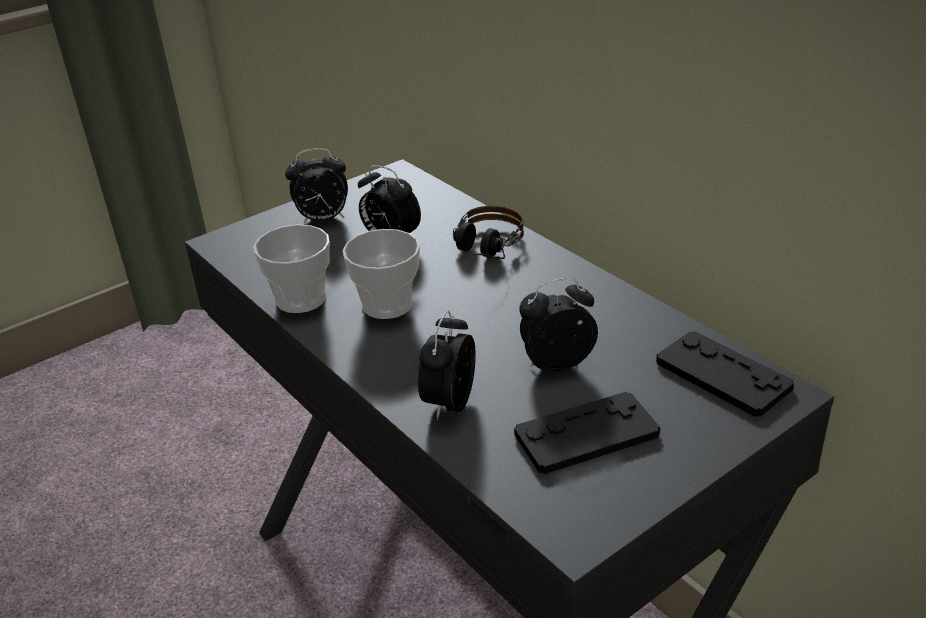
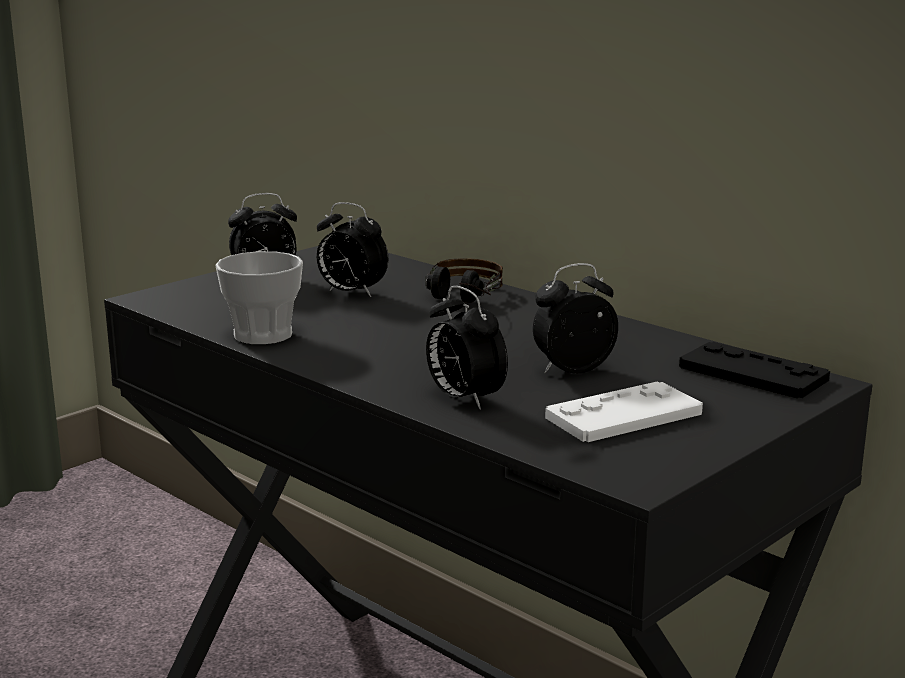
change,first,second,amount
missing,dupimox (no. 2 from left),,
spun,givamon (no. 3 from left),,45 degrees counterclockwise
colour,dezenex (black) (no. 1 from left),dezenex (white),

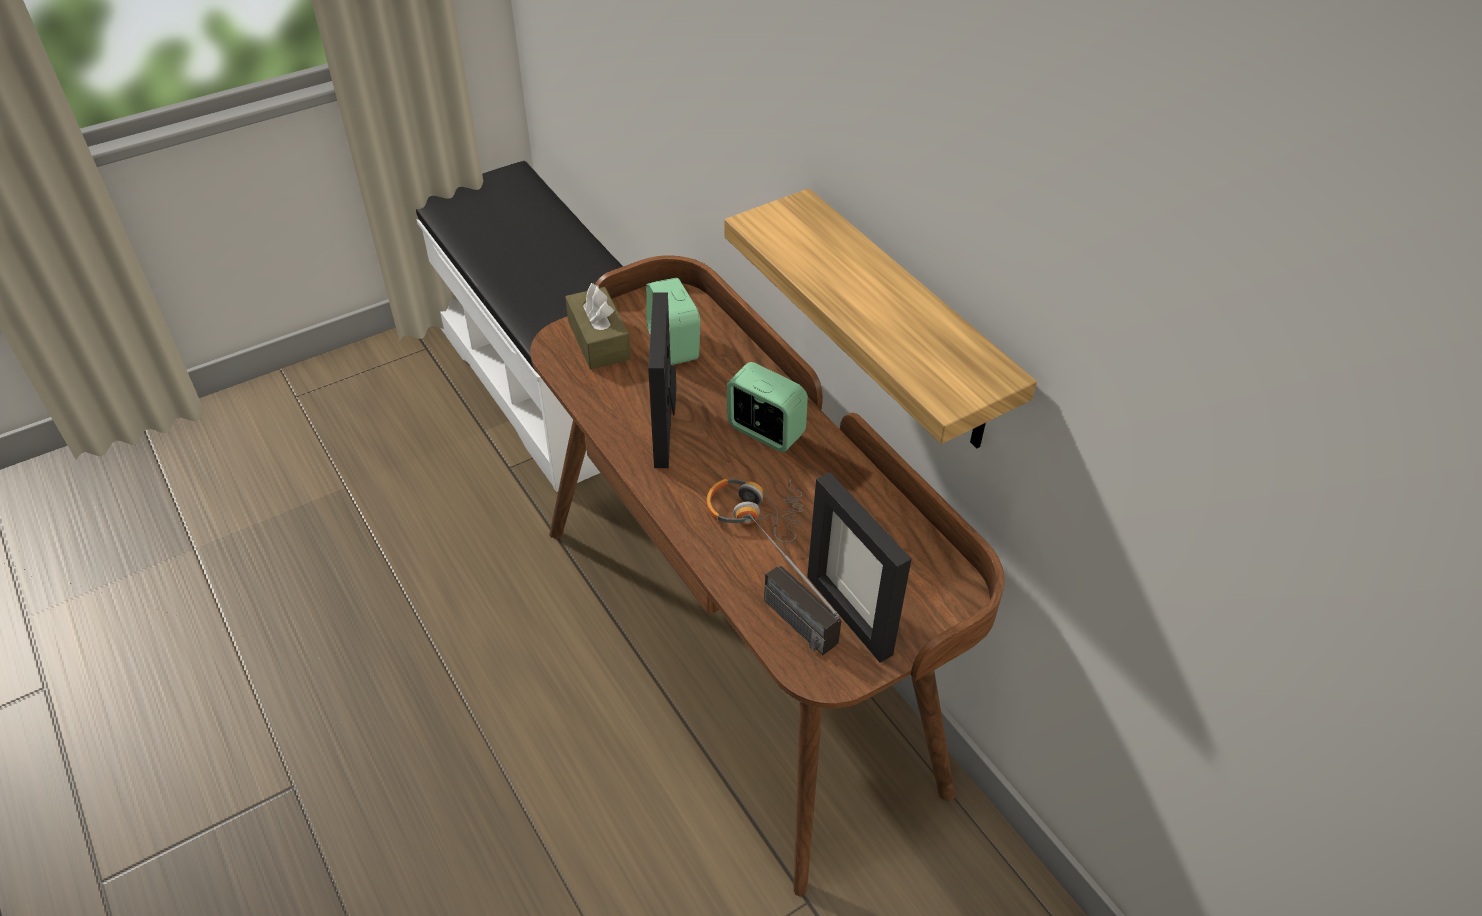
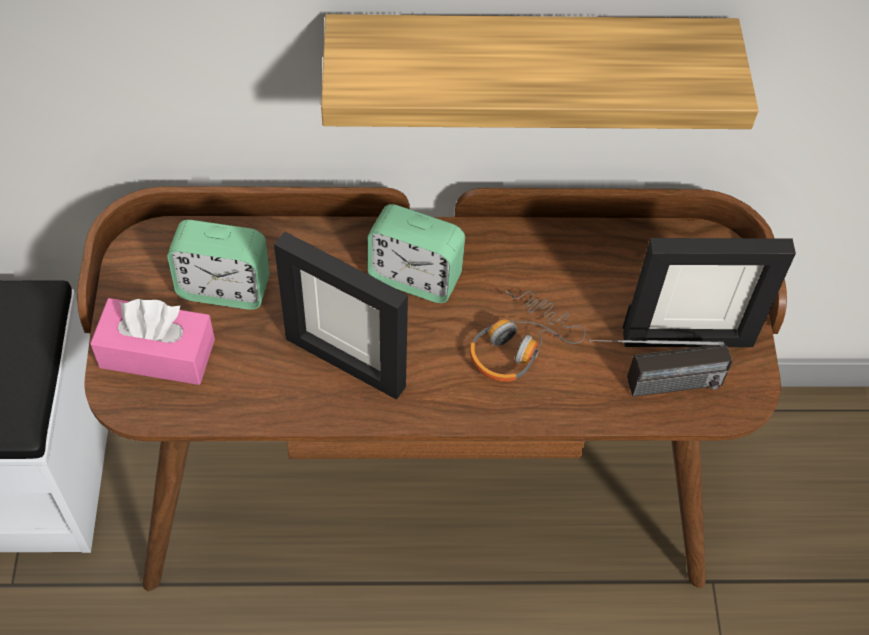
change,first,second,amount
colour,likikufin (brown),likikufin (pink),
spun,givamon (no. 2 from left),,135 degrees counterclockwise

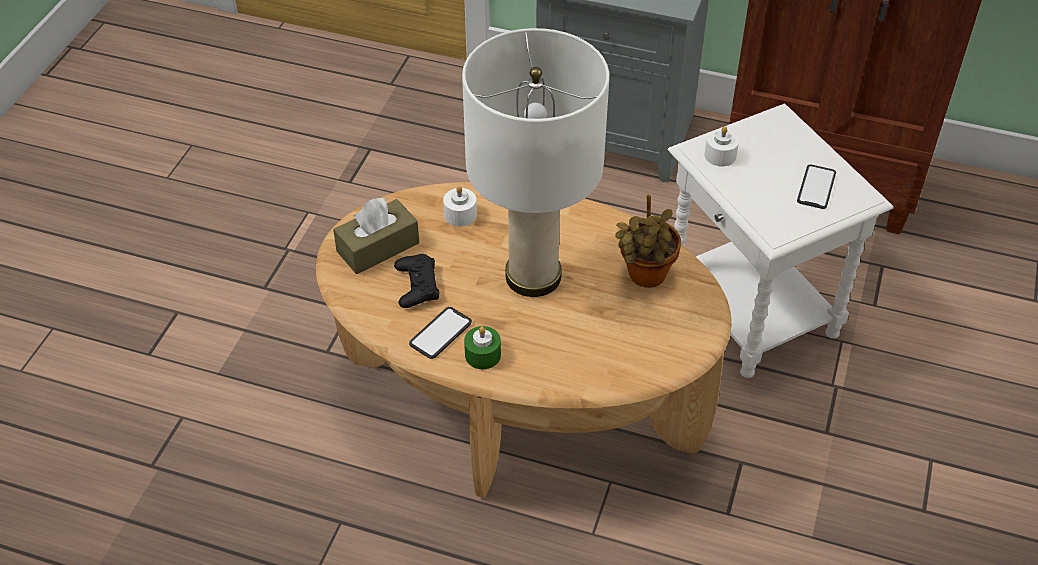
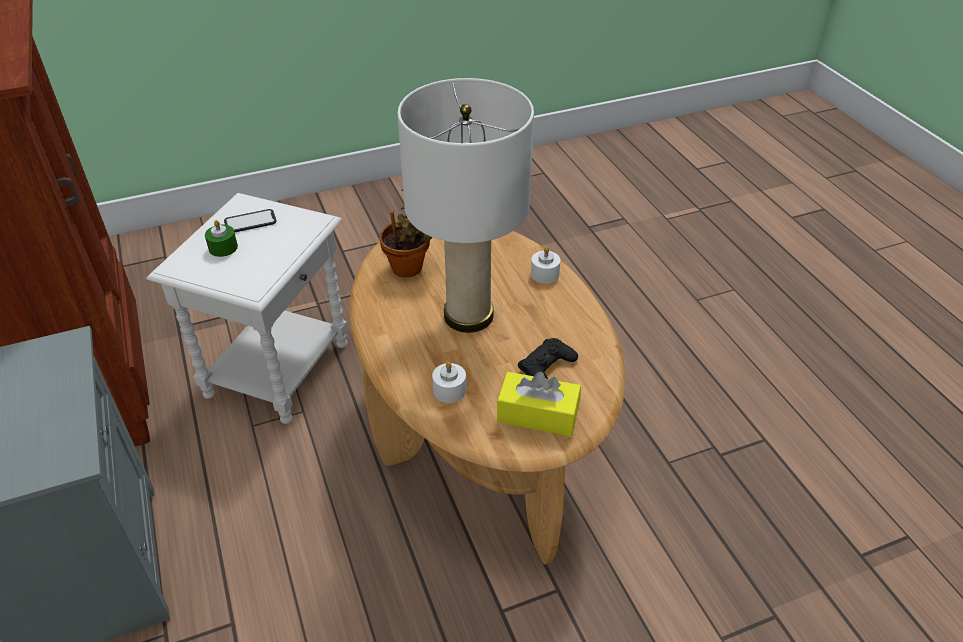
change,first,second,amount
relocated,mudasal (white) (no. 2 from left),,
colour,likikufin (brown),likikufin (yellow),
missing,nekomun (no. 1 from left),,
relocated,mudasal (green),,

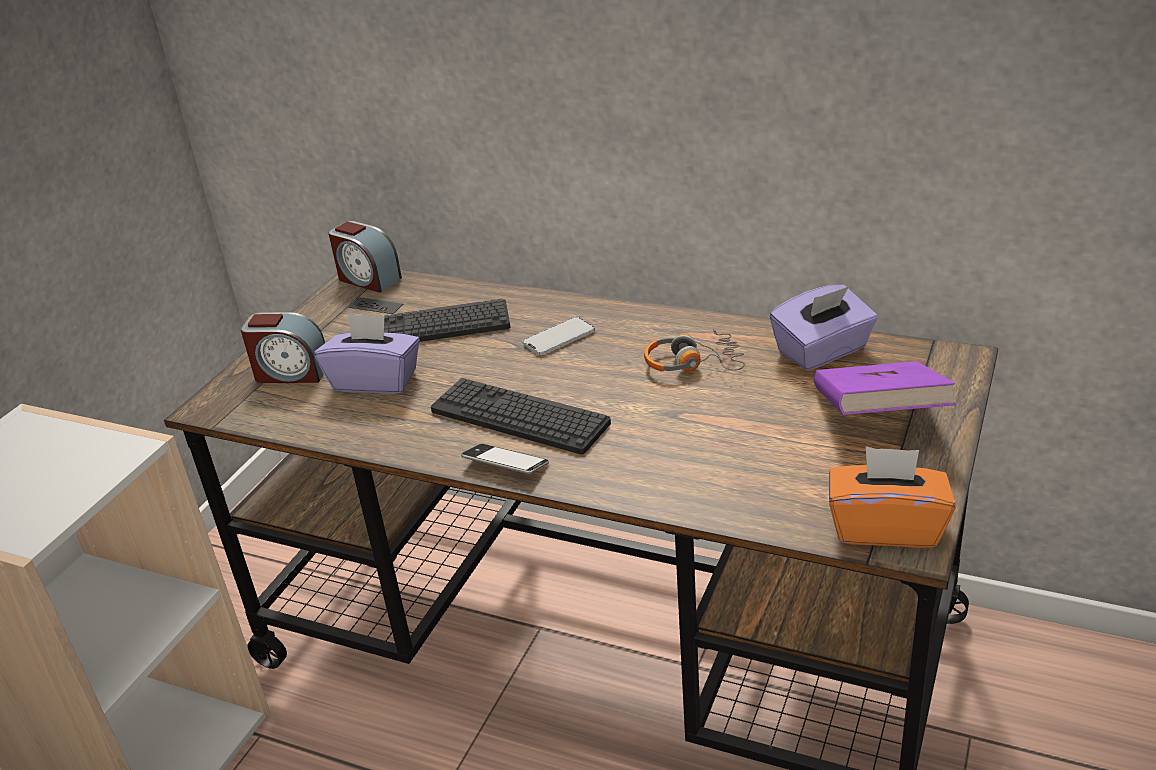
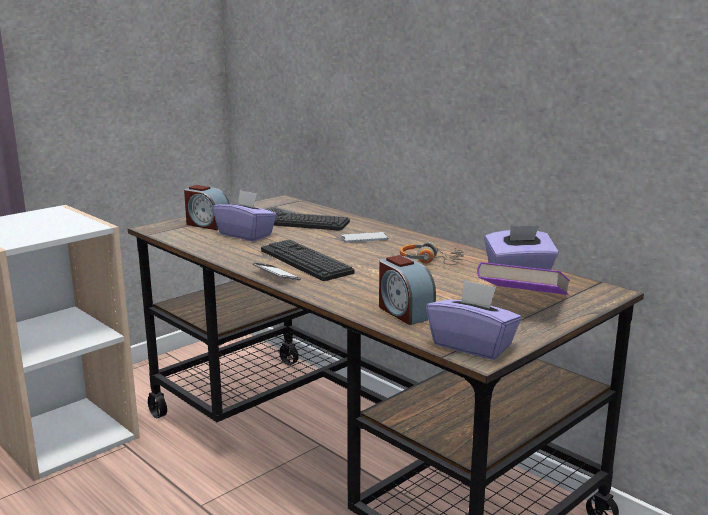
change,first,second,amount
relocated,givamon (no. 2 from left),,
colour,likikufin (orange),likikufin (purple) (no. 2 from left),

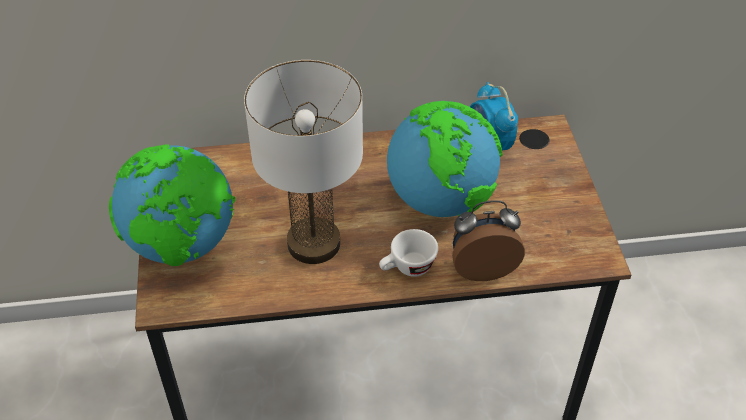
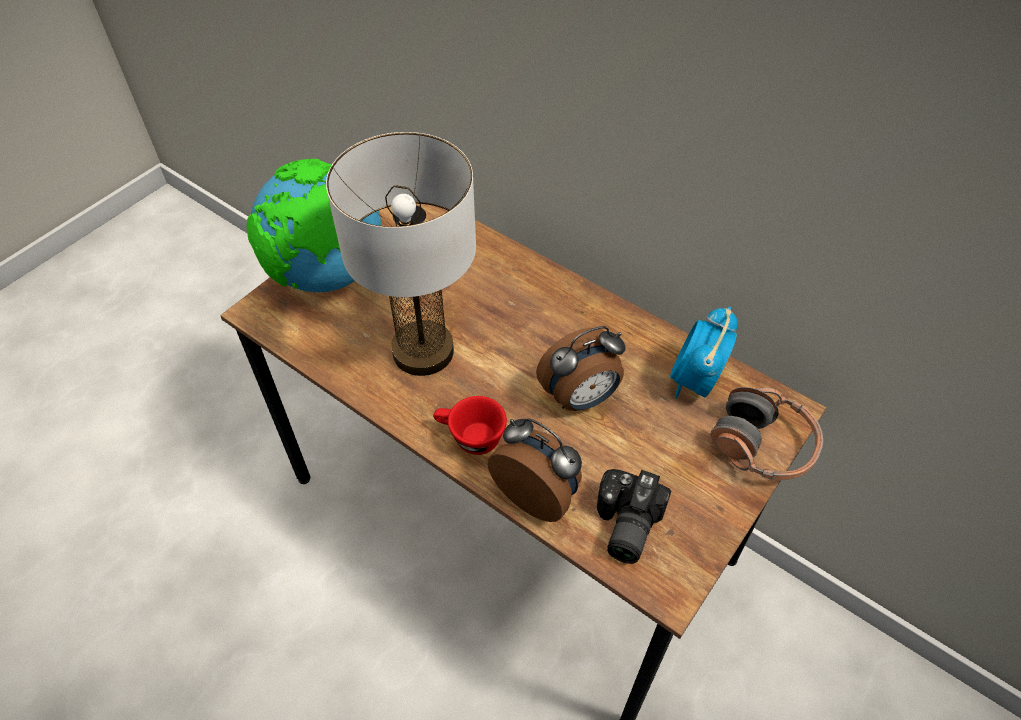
change,first,second,amount
exchanged,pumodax (no. 2 from left),givamon (no. 2 from left),
colour,dupimox (white),dupimox (red),
appeared,,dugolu,
appeared,,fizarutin,

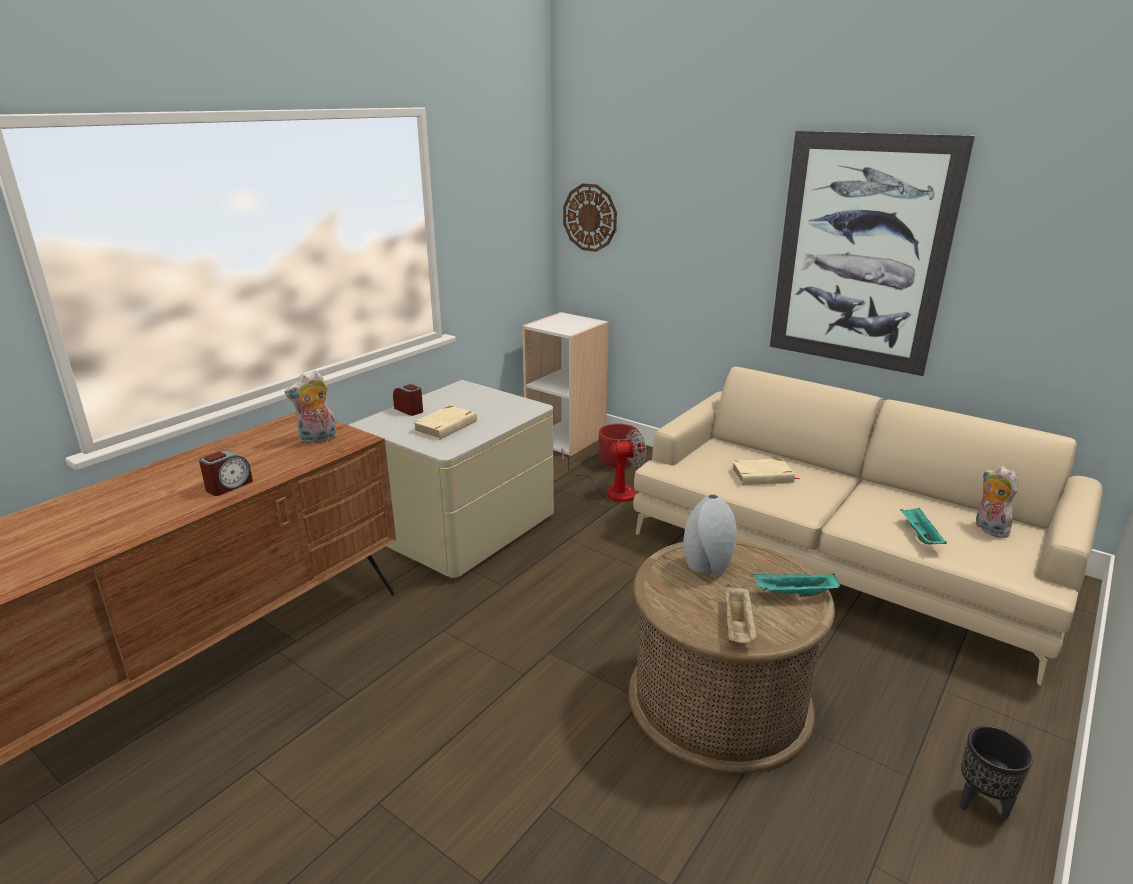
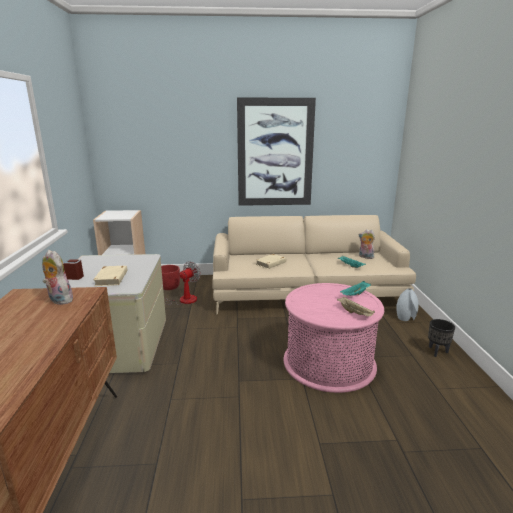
change,first,second,amount
missing,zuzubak,,
spun,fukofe (no. 1 from left),,105 degrees clockwise
missing,givamon (no. 1 from left),,
relocated,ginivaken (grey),,
colour,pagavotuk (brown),pagavotuk (pink),

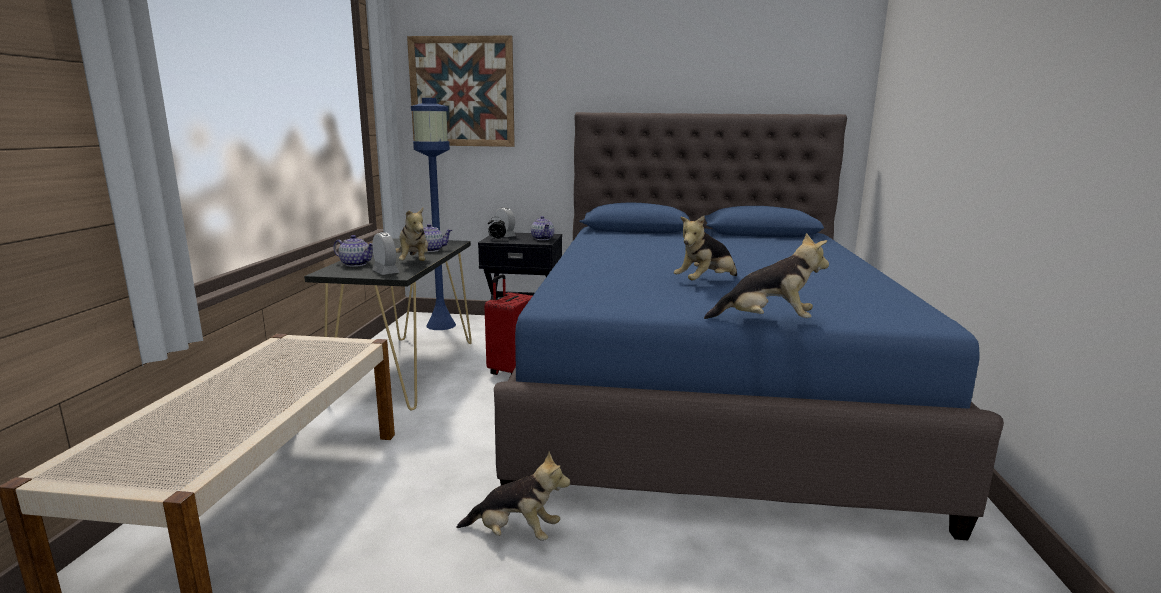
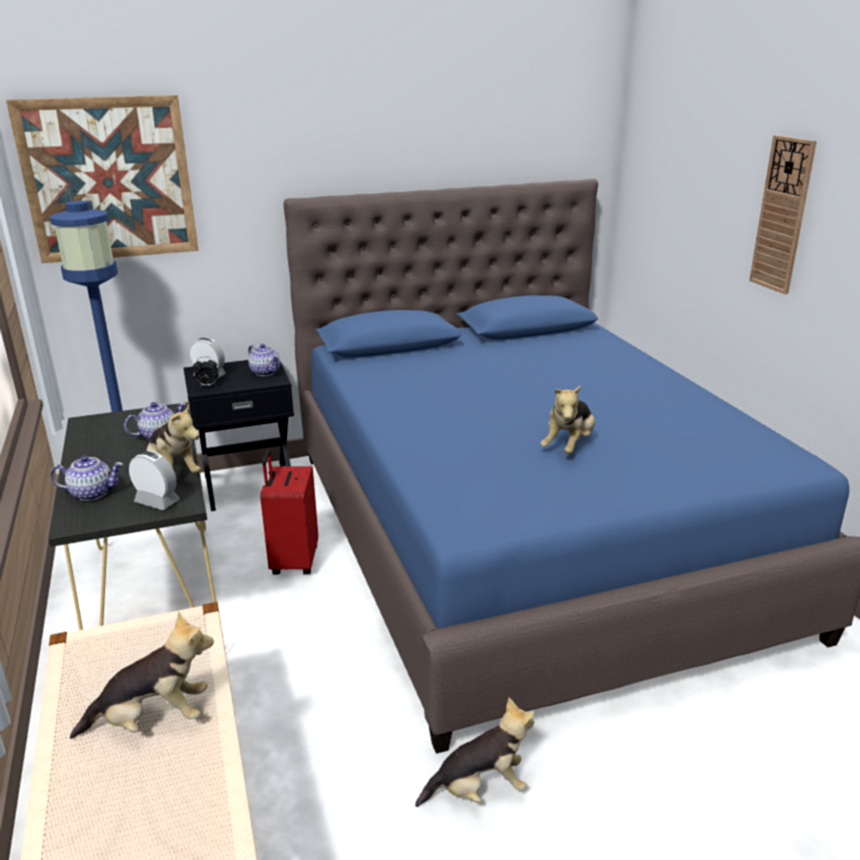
change,first,second,amount
relocated,fukofe (no. 4 from left in the first image),fukofe (no. 1 from left),
appeared,,zuzubak,

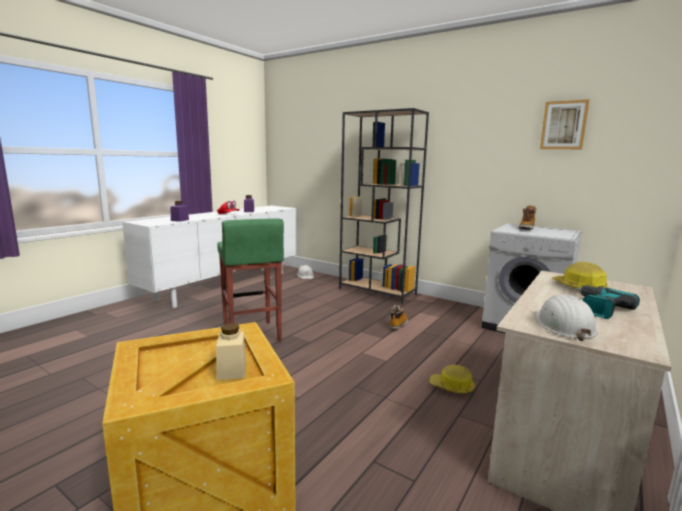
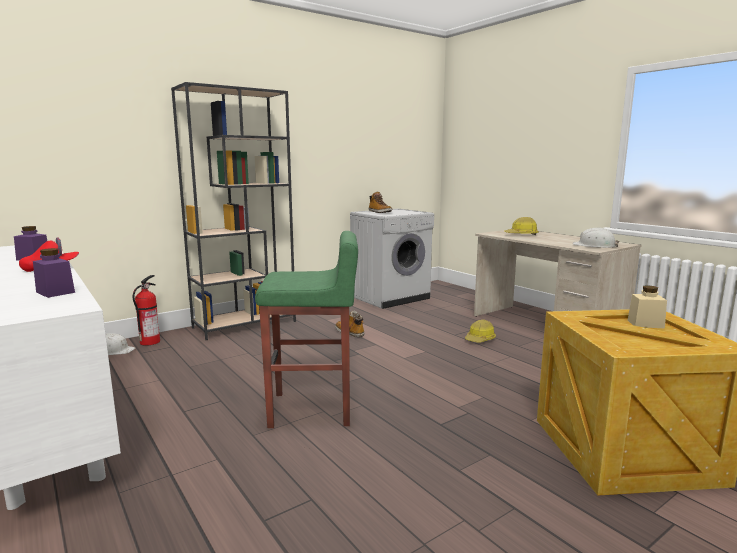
change,first,second,amount
missing,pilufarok,,
missing,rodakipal,,
appeared,,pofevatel,

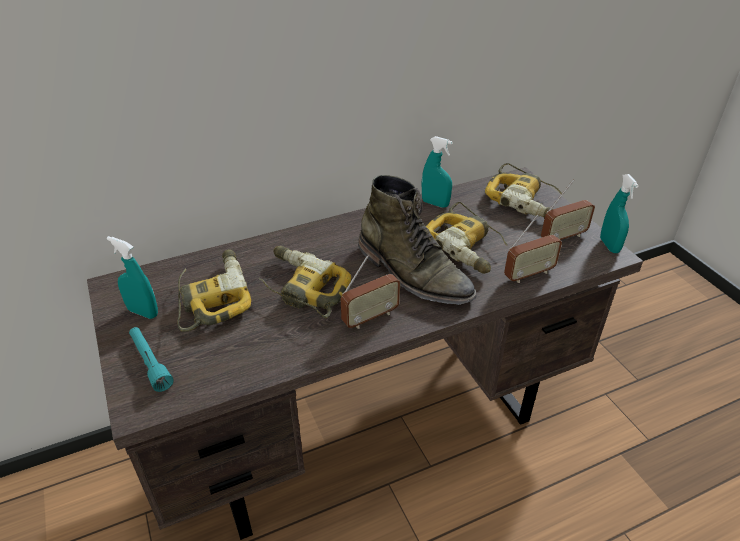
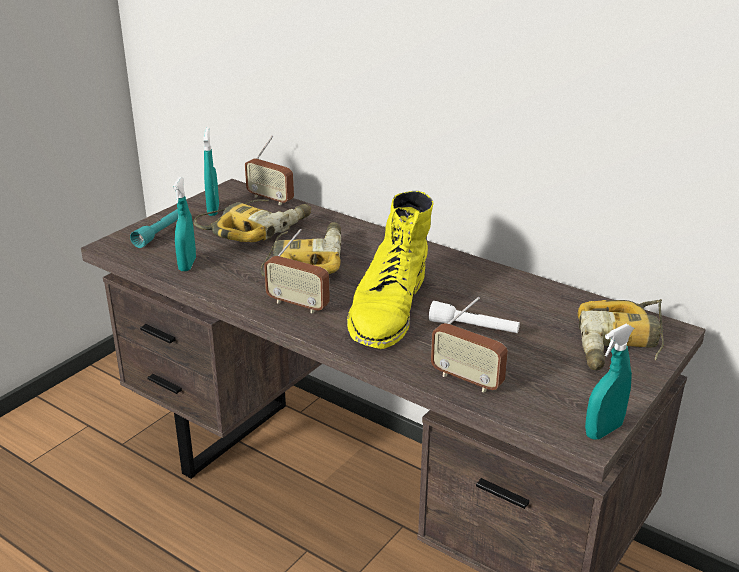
change,first,second,amount
relocated,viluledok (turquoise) (no. 2 from left in the first image),viluledok (turquoise) (no. 1 from left),
colour,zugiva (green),zugiva (yellow),
relocated,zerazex (no. 3 from left in the first image),zerazex (no. 1 from left),
exchanged,rodakipal (no. 3 from left),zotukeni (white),

